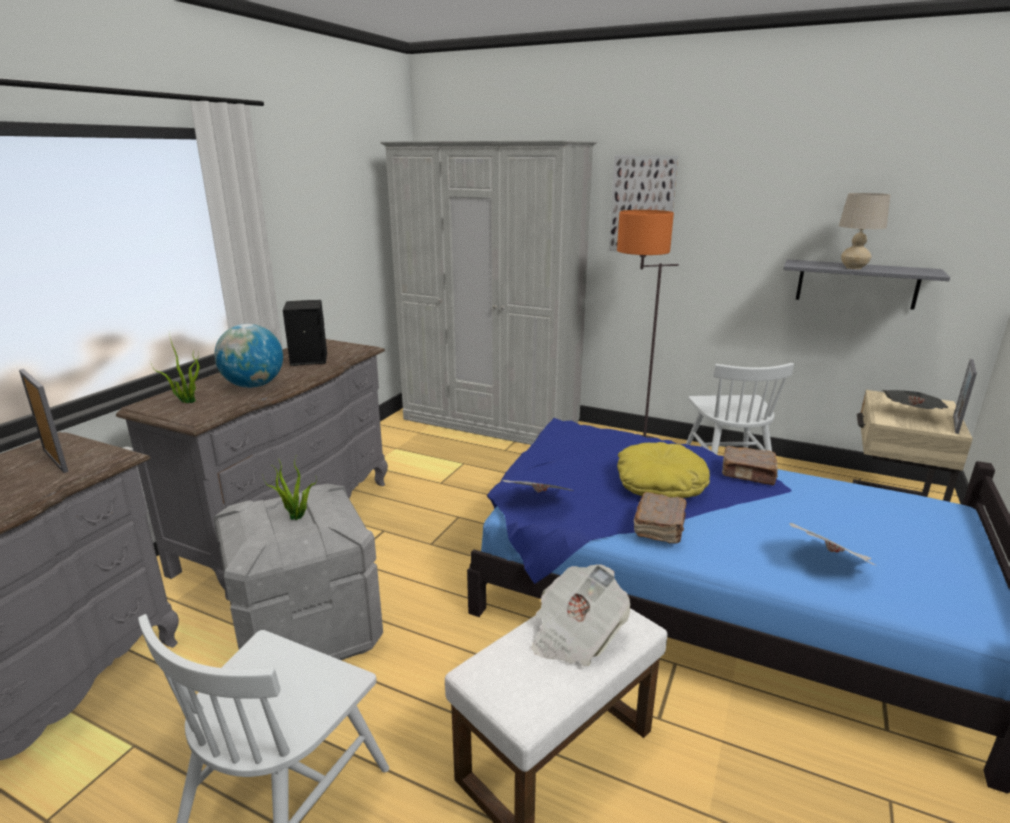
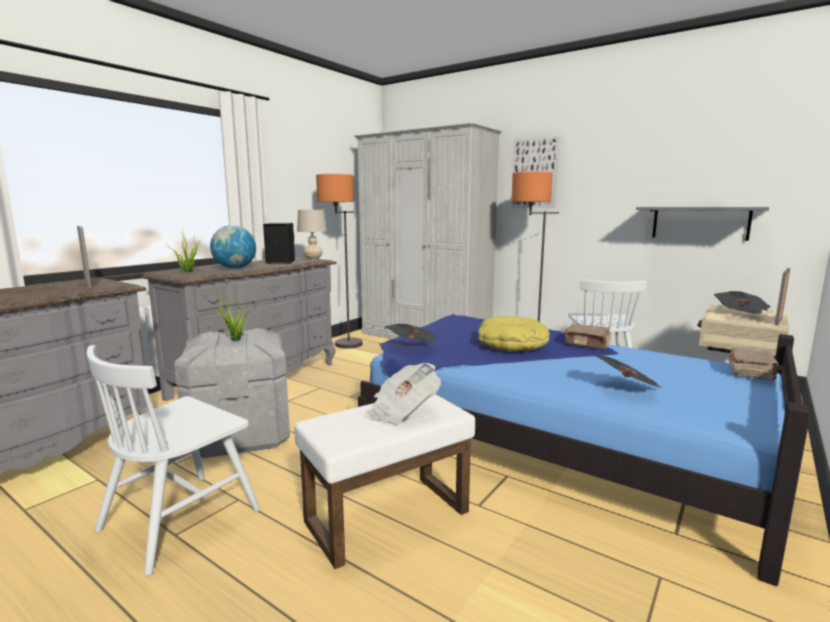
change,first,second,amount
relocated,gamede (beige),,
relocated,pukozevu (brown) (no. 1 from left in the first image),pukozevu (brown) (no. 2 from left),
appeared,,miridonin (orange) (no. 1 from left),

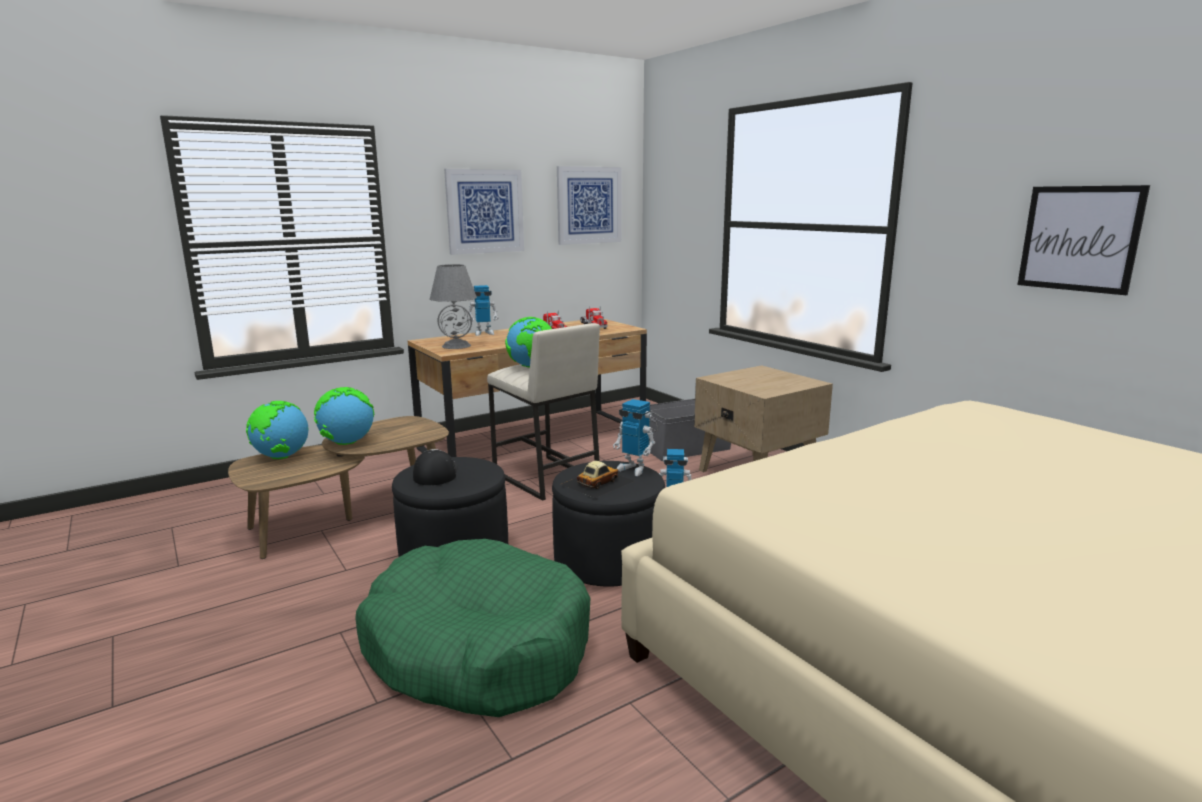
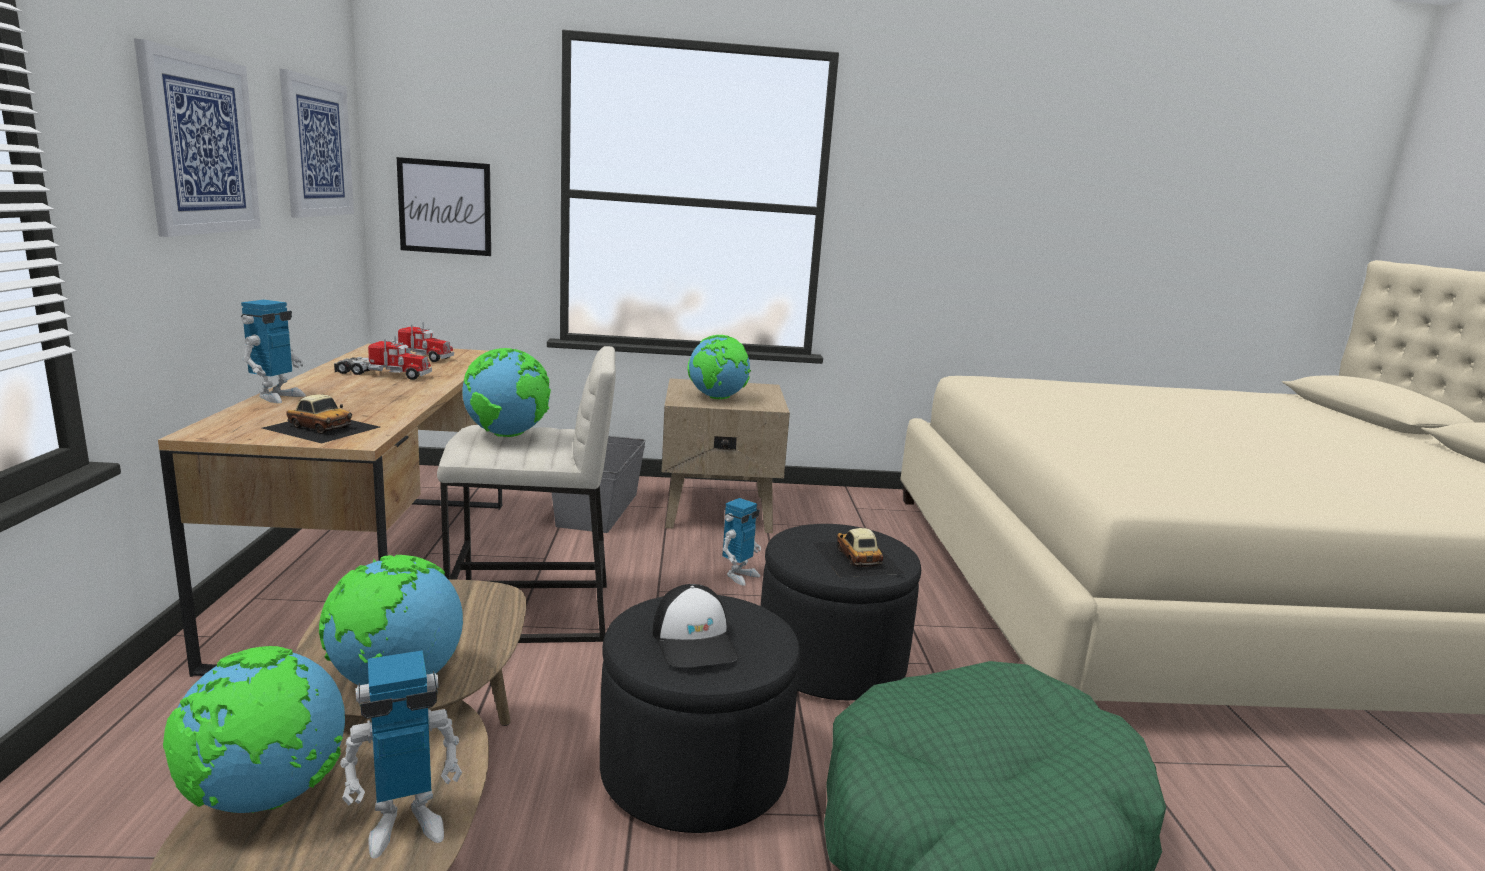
change,first,second,amount
relocated,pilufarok (no. 3 from left),,
exchanged,gamede (grey),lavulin (no. 1 from left),
relocated,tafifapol (no. 2 from left),,
spun,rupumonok,,135 degrees counterclockwise
appeared,,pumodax (no. 4 from left),

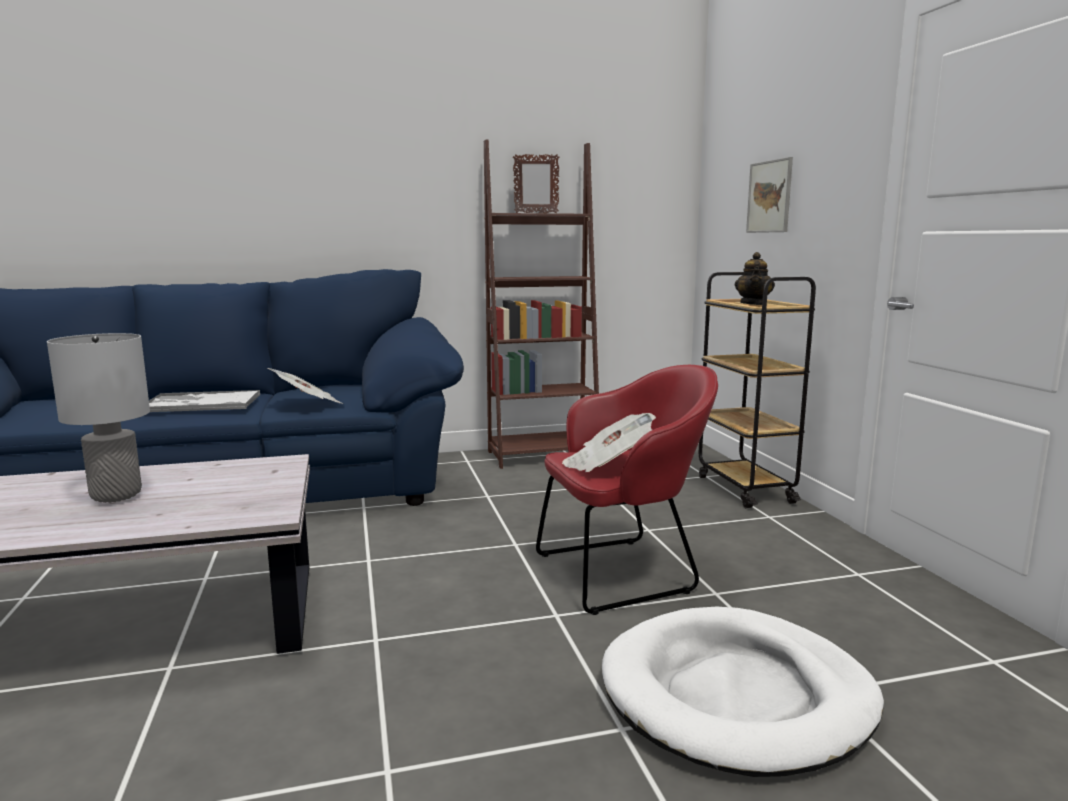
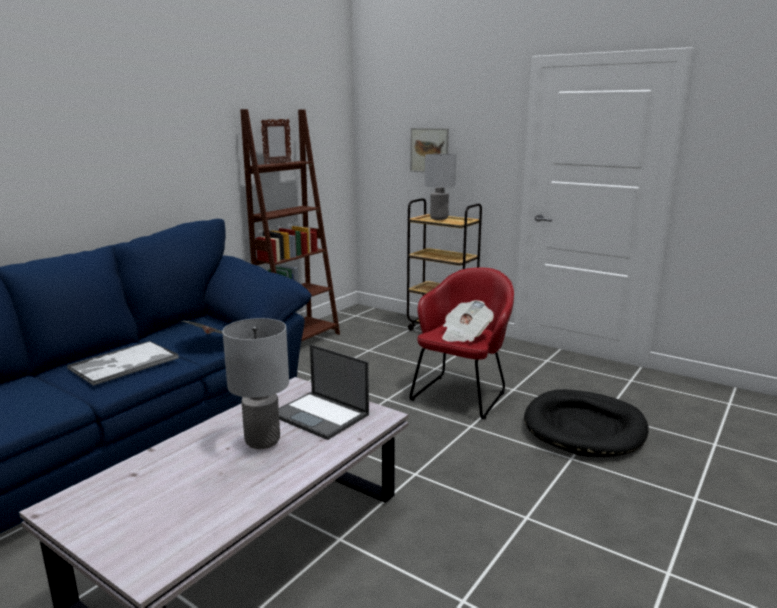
change,first,second,amount
exchanged,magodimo,gamede (grey) (no. 2 from left),
colour,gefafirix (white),gefafirix (black),
appeared,,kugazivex,

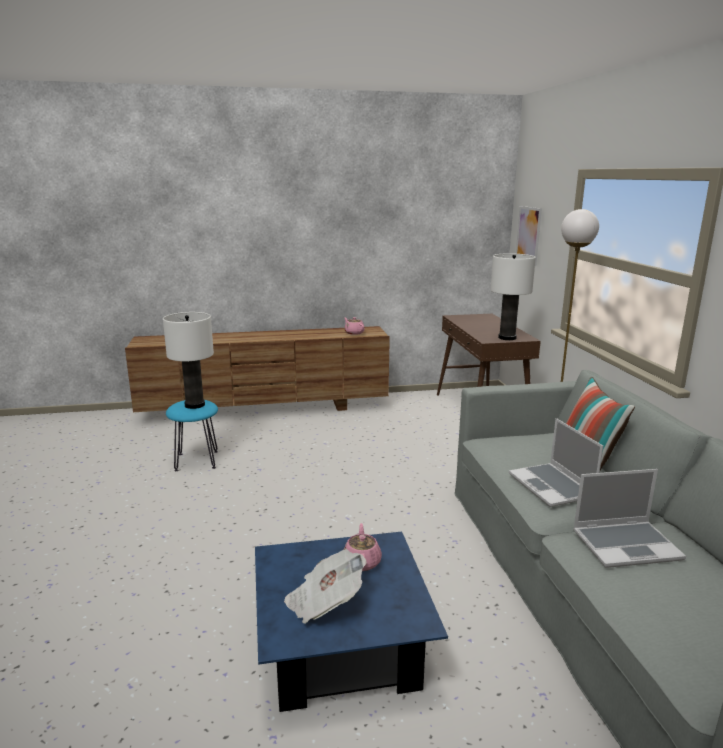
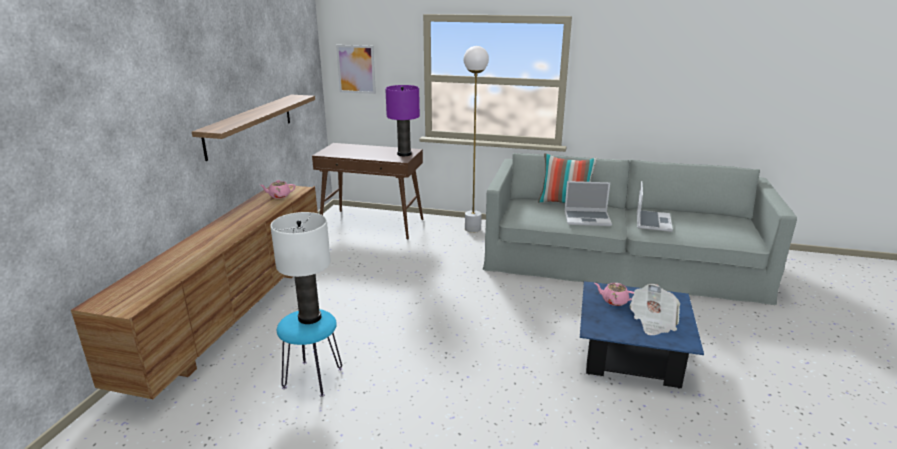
change,first,second,amount
colour,gamede (white) (no. 2 from left),gamede (purple),
appeared,,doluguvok,

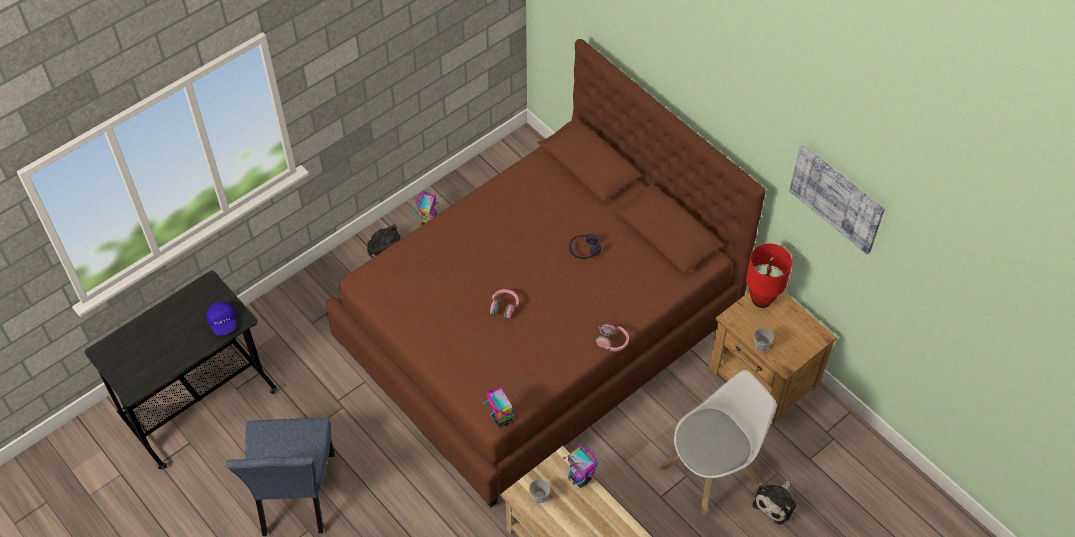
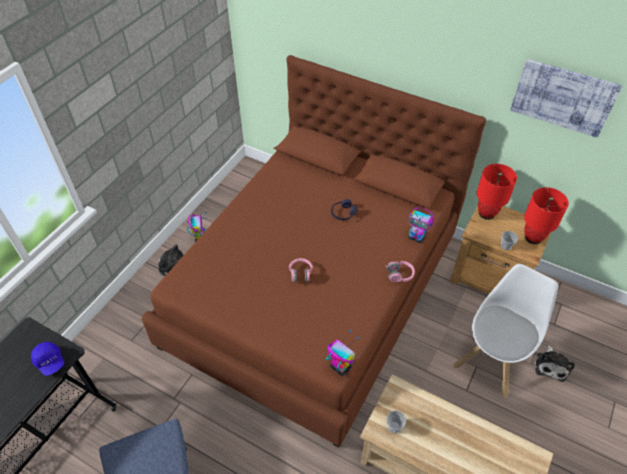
change,first,second,amount
relocated,tafifapol (no. 3 from left),,
appeared,,gamede (red) (no. 2 from left),

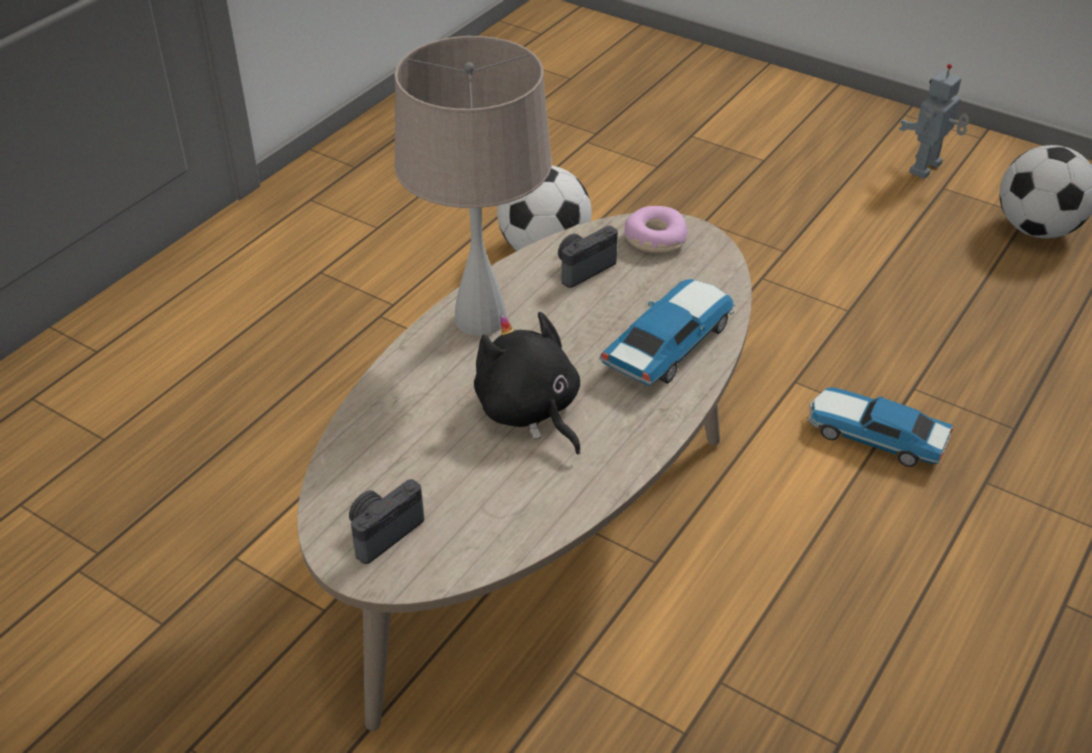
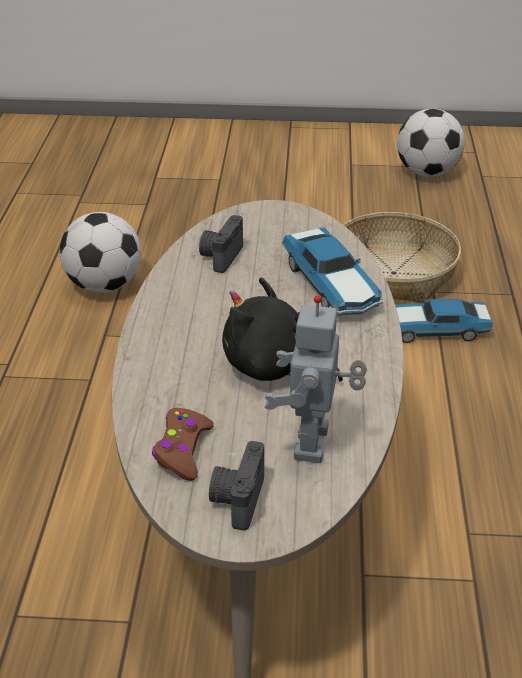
change,first,second,amount
missing,gamede (beige),,
relocated,tafifapol,,
missing,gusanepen,,
spun,lavulin (no. 1 from left),,150 degrees clockwise
appeared,,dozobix,
appeared,,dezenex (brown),

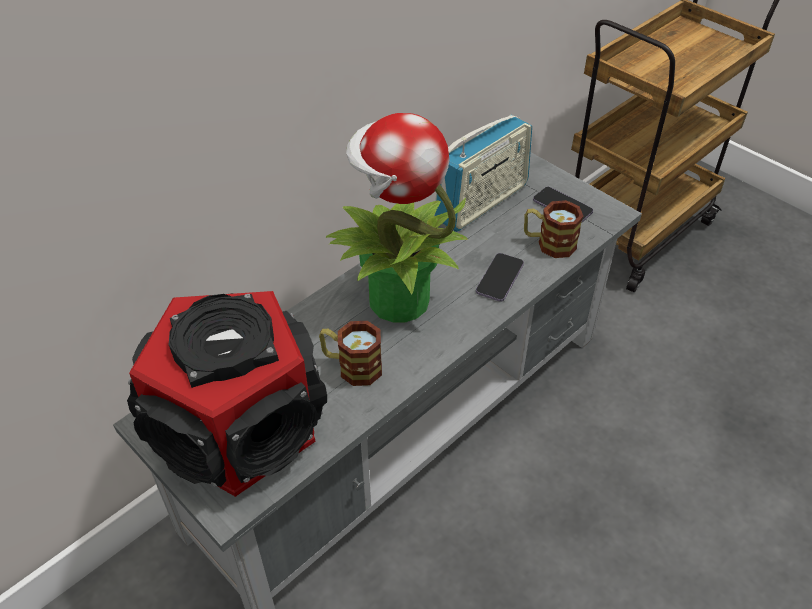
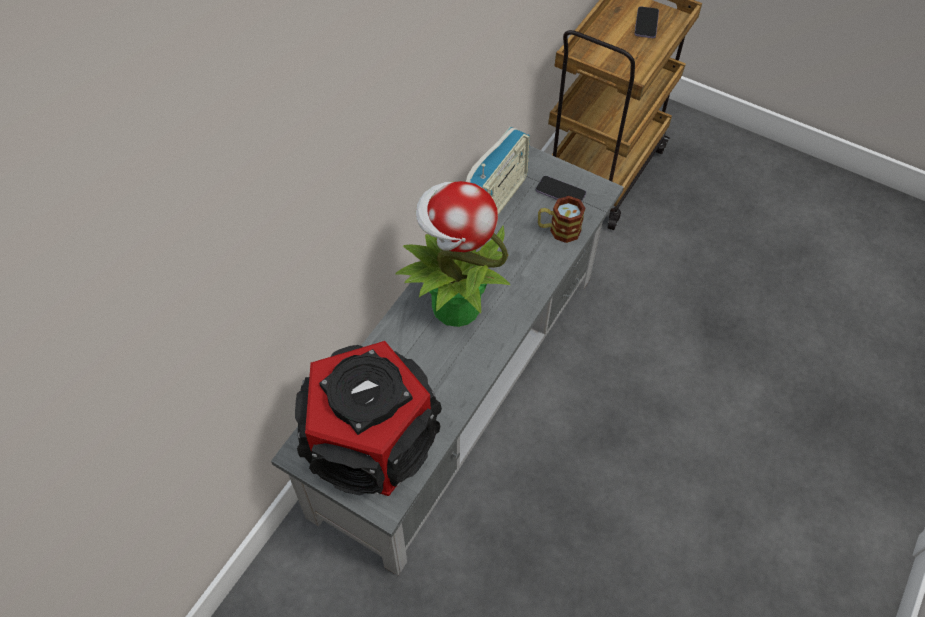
change,first,second,amount
relocated,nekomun (no. 1 from left in the first image),nekomun (no. 2 from left),
missing,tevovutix (no. 1 from left),,

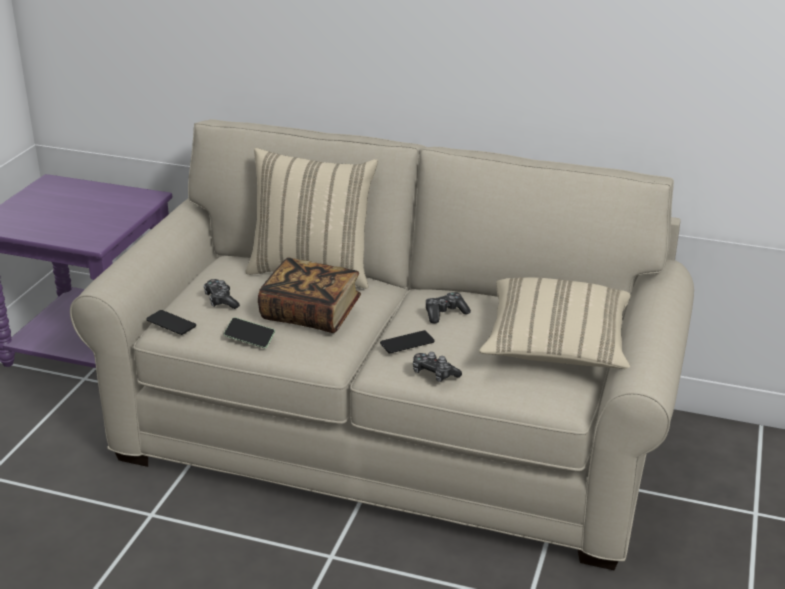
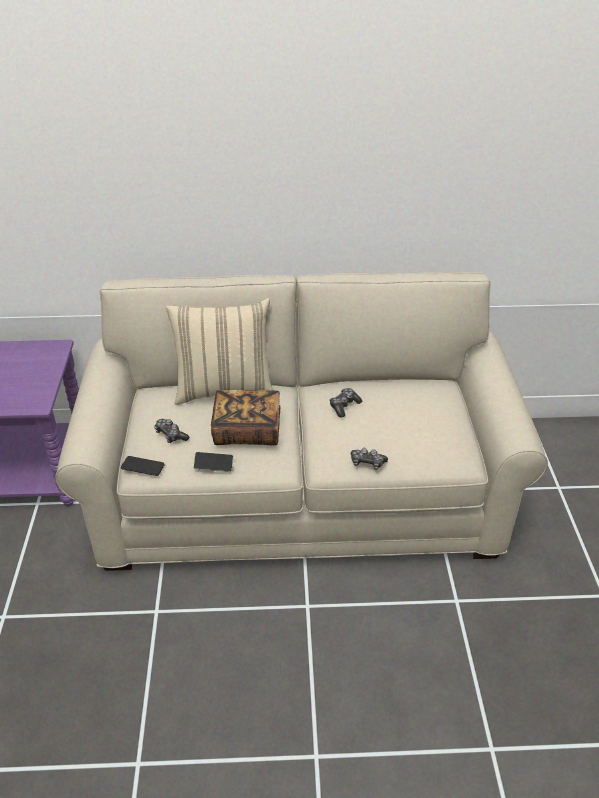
change,first,second,amount
missing,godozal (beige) (no. 2 from left),,
missing,nekomun (no. 3 from left),,

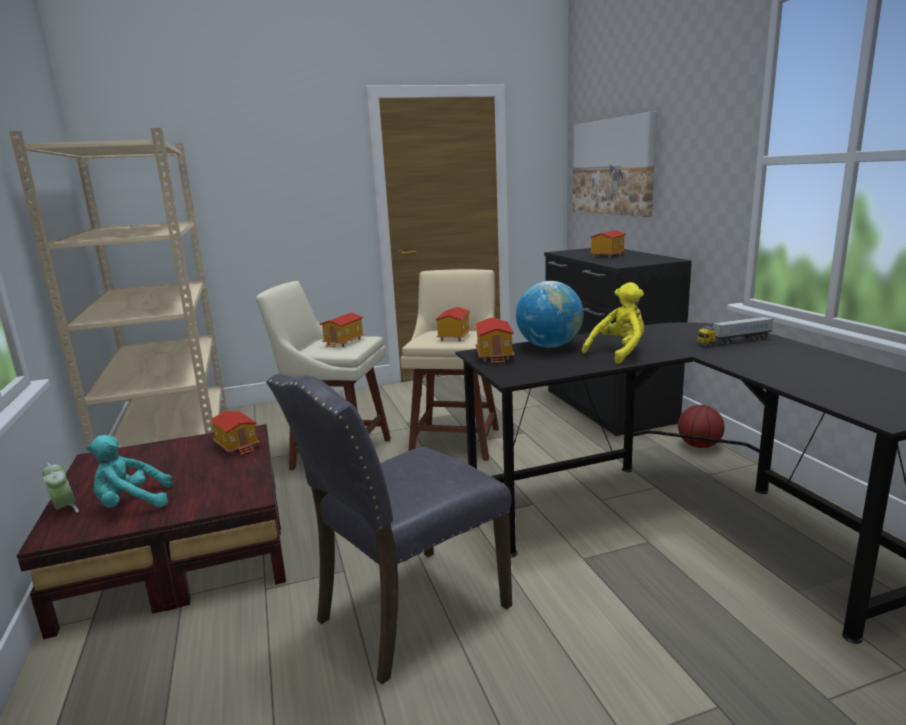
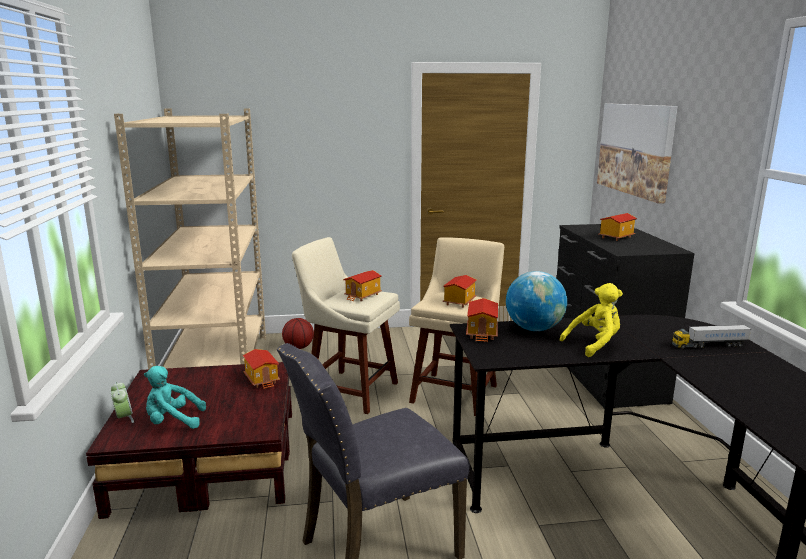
change,first,second,amount
relocated,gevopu,,

